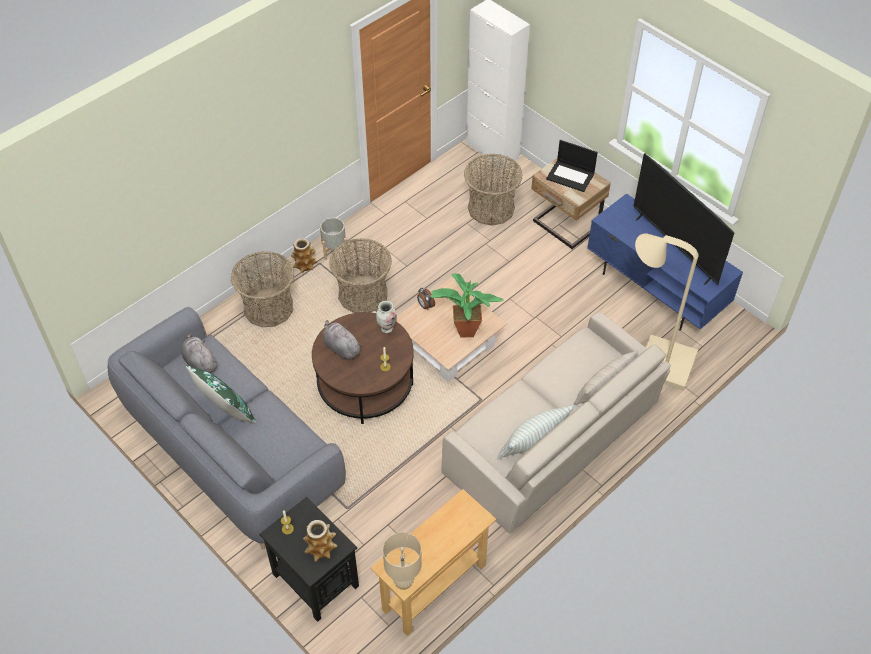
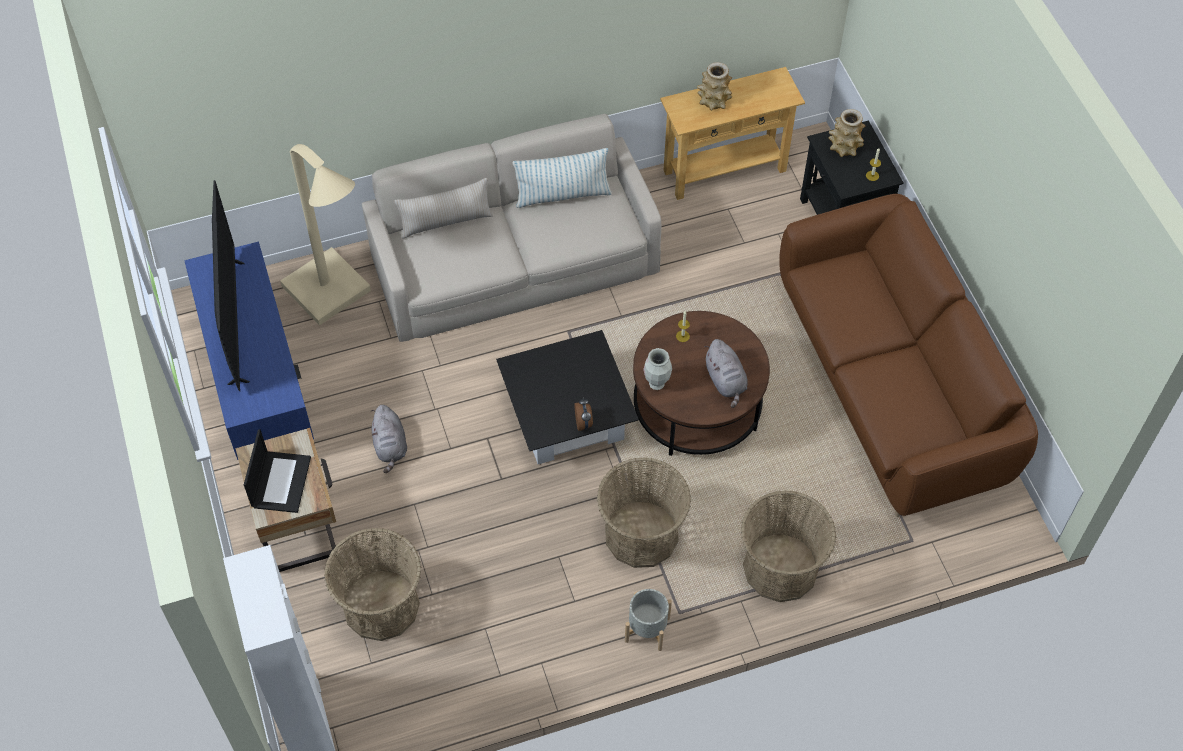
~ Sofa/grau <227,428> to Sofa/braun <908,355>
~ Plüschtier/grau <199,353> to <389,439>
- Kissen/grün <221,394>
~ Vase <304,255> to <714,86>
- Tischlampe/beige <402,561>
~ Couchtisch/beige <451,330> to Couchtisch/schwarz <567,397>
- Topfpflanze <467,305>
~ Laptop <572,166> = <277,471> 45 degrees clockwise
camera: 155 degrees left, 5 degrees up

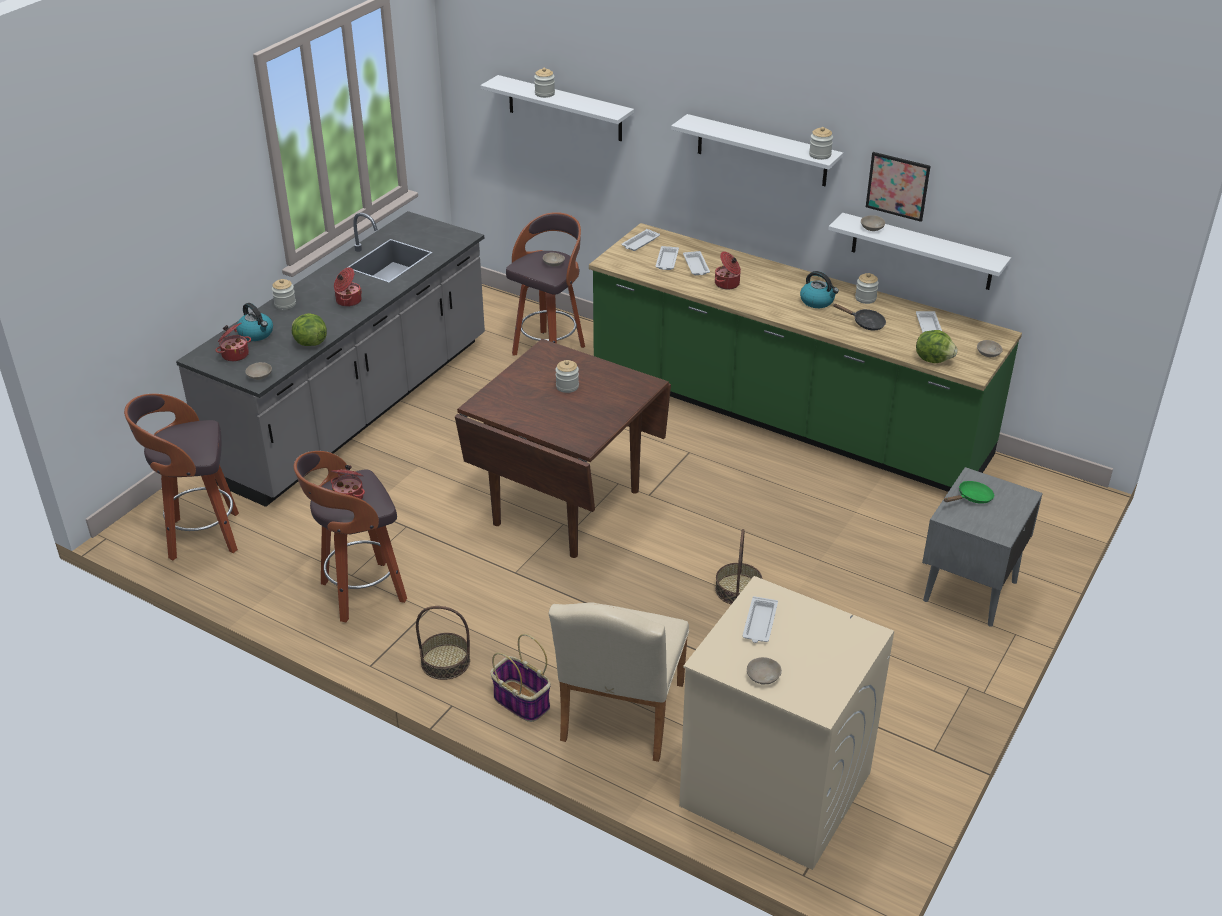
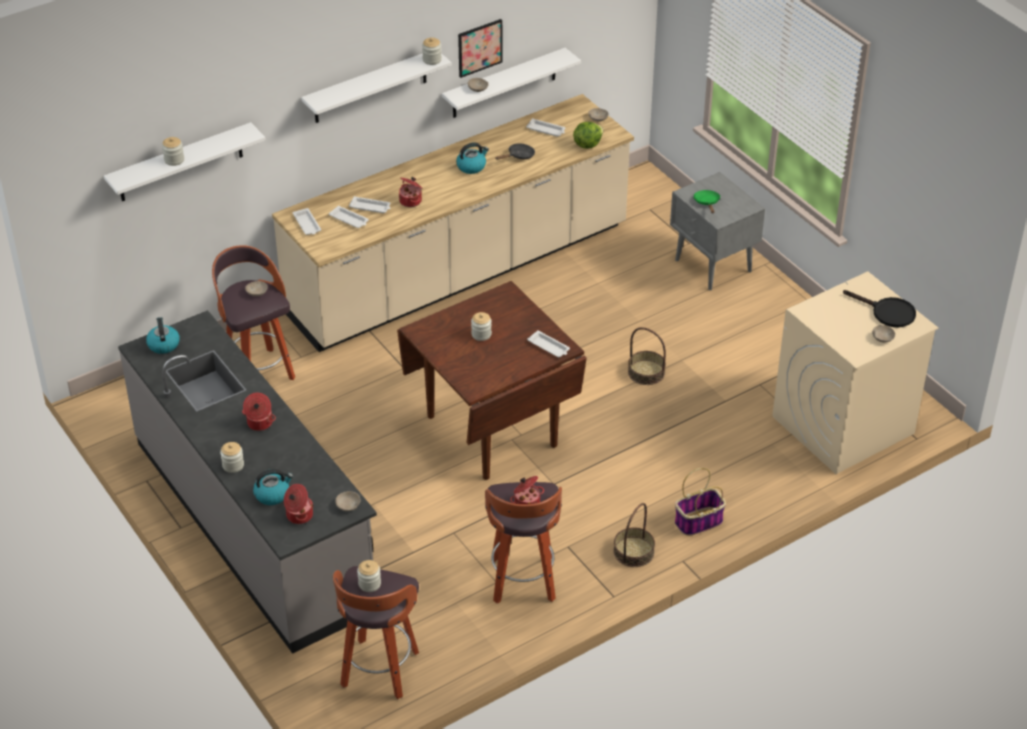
- Salatkopf <309,329>
- Stuhl/beige <619,682>
~ Küchenzeile/grün <805,357> to Küchenzeile/beige <453,223>
~ Tablett/weiß <760,619> to <548,343>
~ Vorratsglas <867,288> to <369,576>
+ Wasserkessel <163,335>
+ Pfanne/schwarz <879,309>
camera: 65 degrees left, 5 degrees up

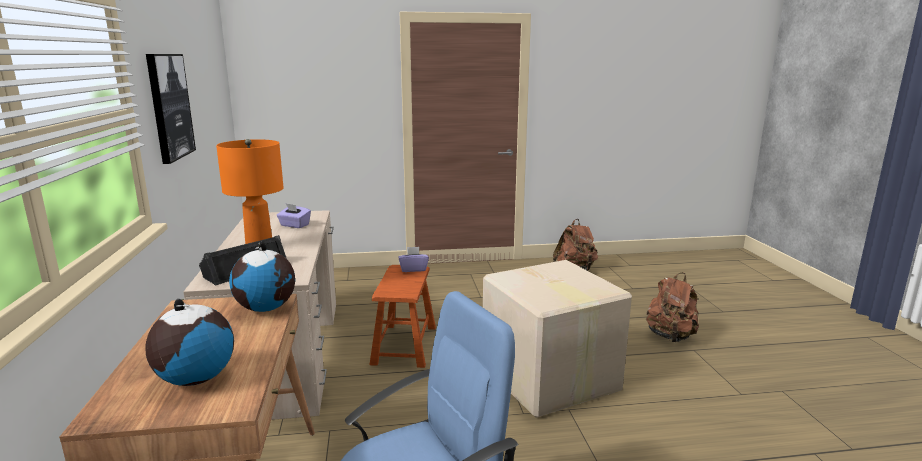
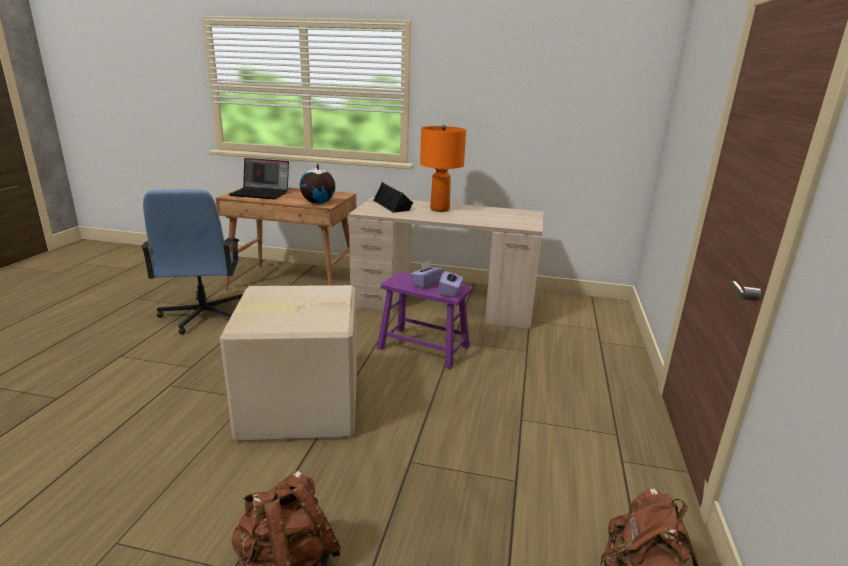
- Bild <171,109>
~ Globus <190,342> to Laptop <259,178>
~ Taschentuchbox/lila <294,215> to <427,274>
~ Hocker/braun <402,316> to Hocker/lila <425,320>
camera: 110 degrees right, 5 degrees up

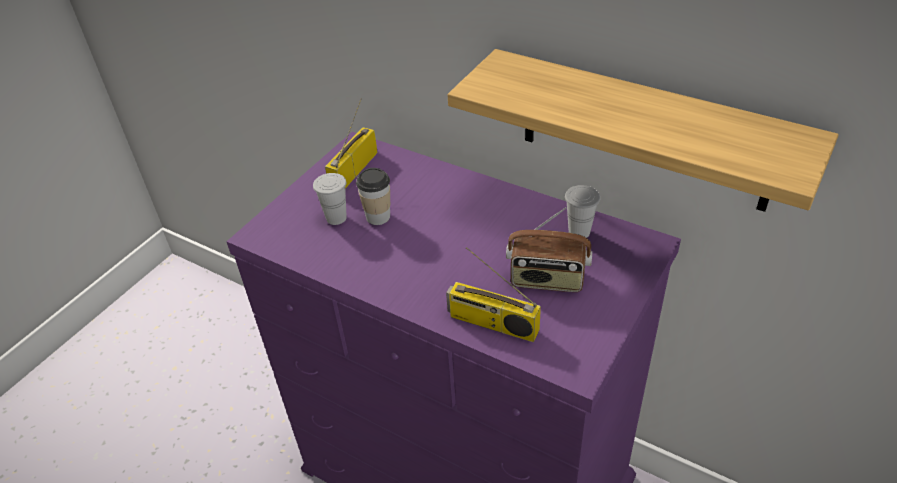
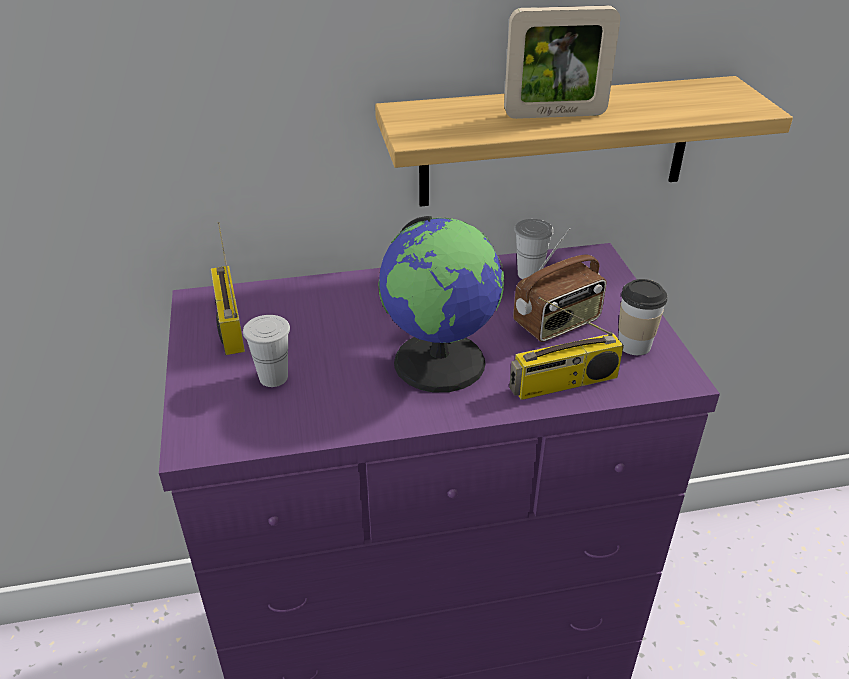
~ Tasse <373,196> to <642,317>
+ Globus <441,304>
+ Bilderrahmen <562,62>
camera: 45 degrees left, 5 degrees down

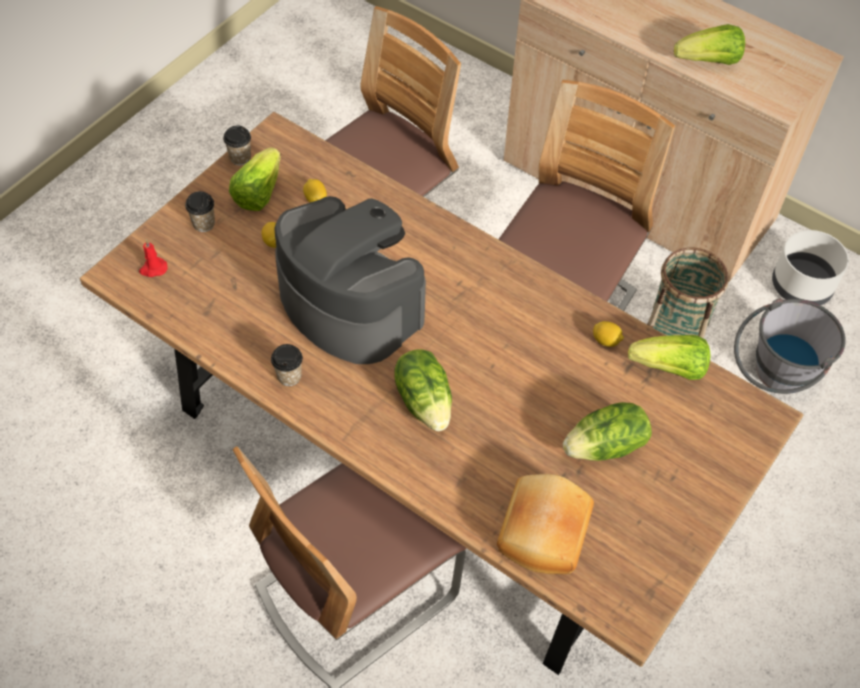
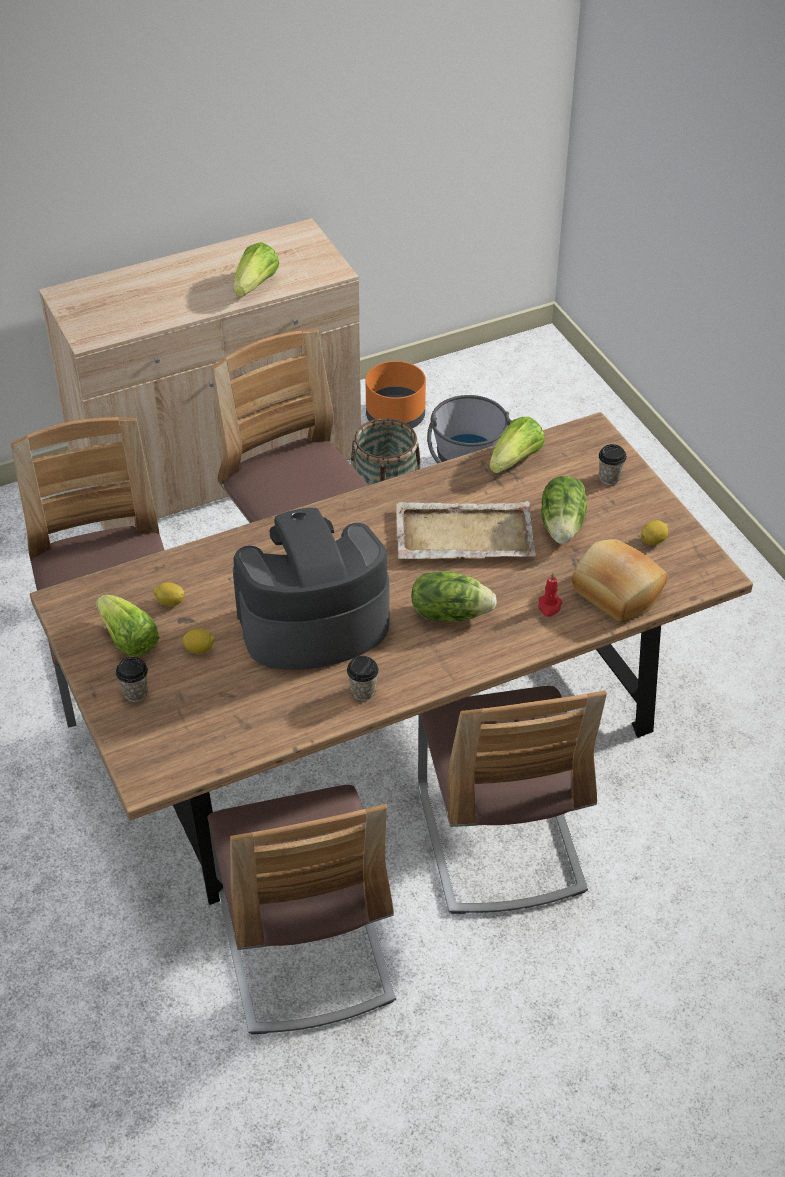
~ Kerze/rot <153,258> to <550,595>
~ Tasse <237,145> to <613,464>
~ Zitrone <608,334> to <654,532>
~ Pflanzkübel/weiß <810,267> to Pflanzkübel/orange <396,394>
+ Stuhl <301,909>
+ Tablett/beige <466,530>
camera: 60 degrees left, 10 degrees down

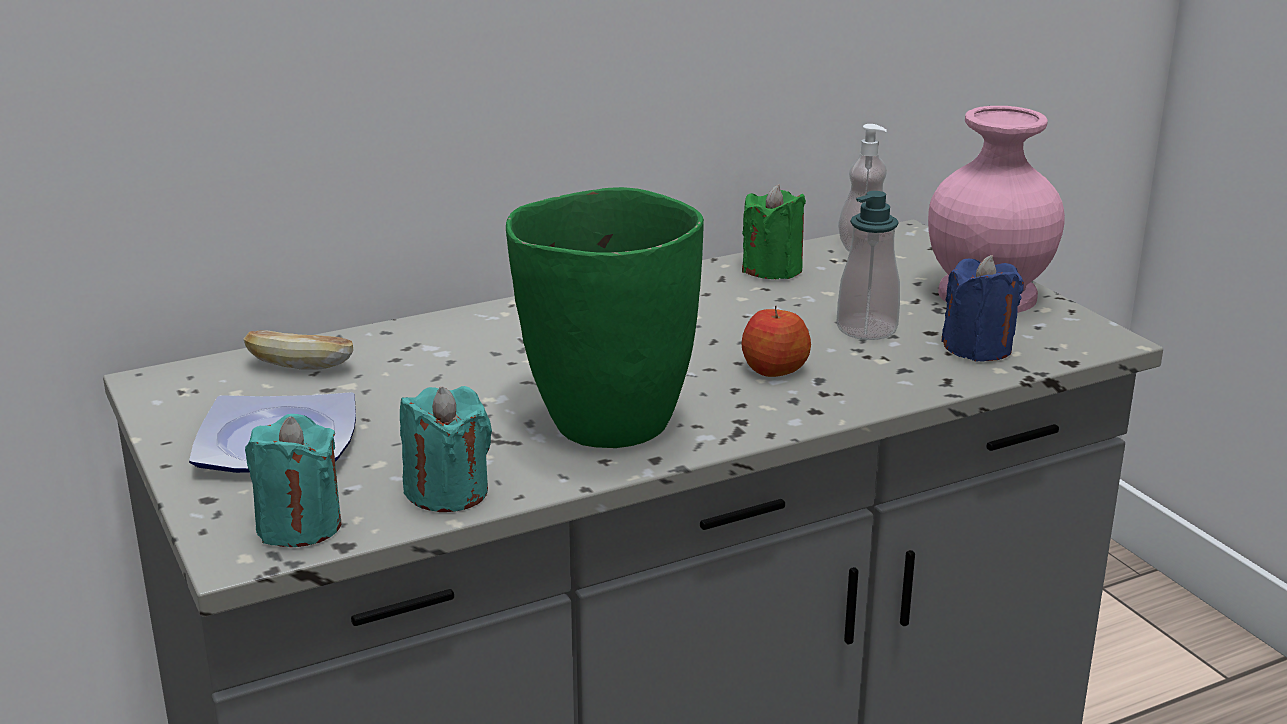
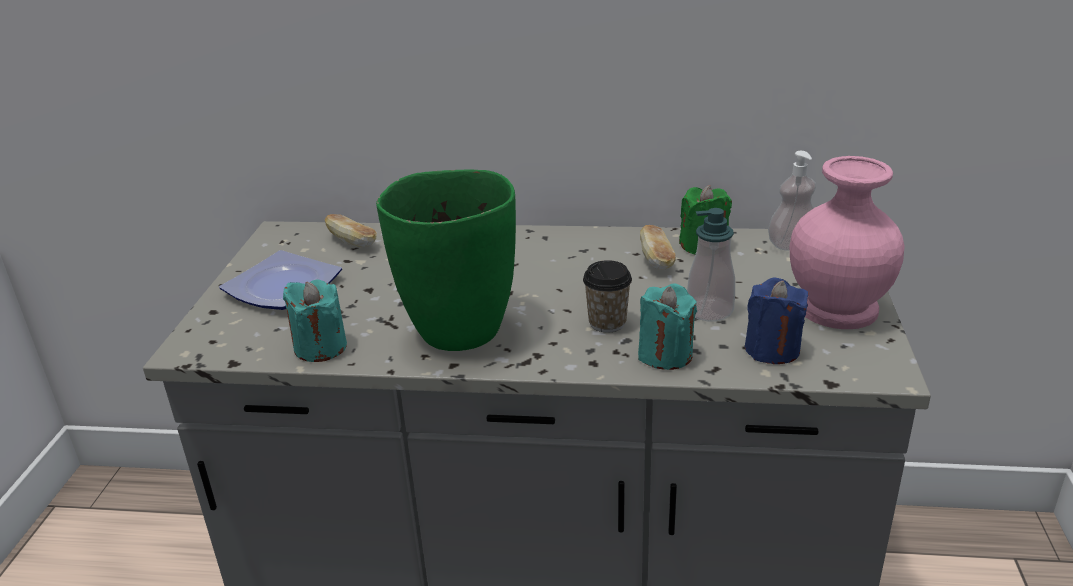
~ Kerze/türkis <293,480> to <667,327>
~ Apfel <776,341> to Tasse <607,296>
+ Brot <658,247>
camera: 35 degrees right, 5 degrees up

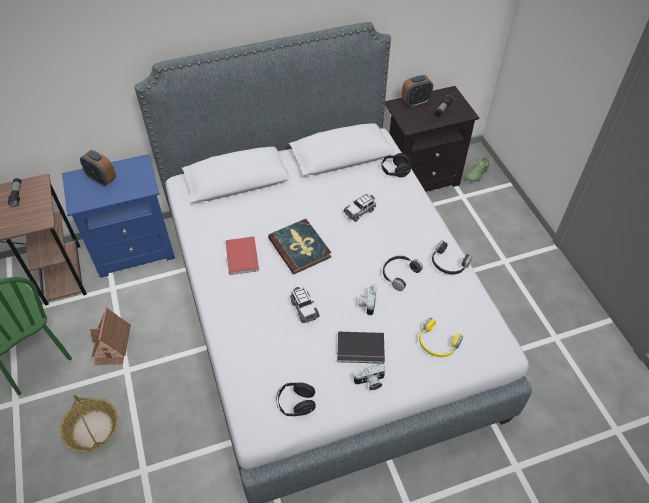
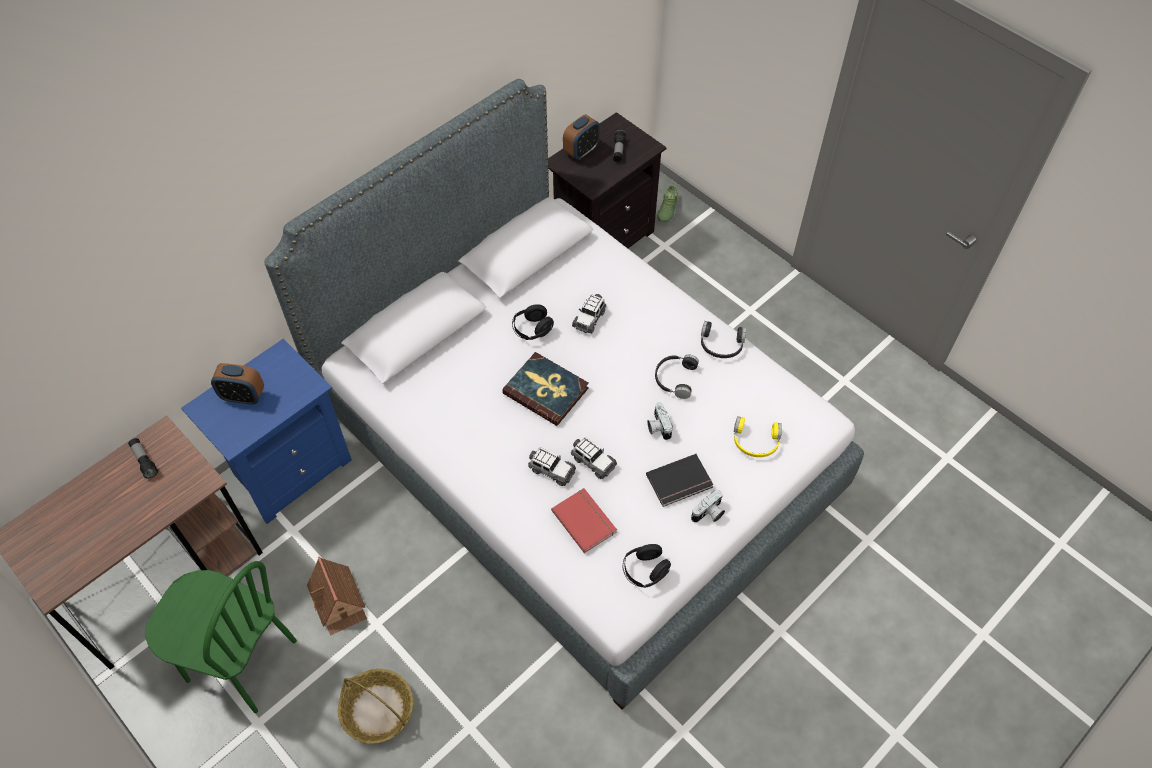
~ Buch/rot <242,255> to <584,520>
~ Kopfhörer/schwarz <396,165> to <533,322>
+ Spielzeugauto <552,466>
camera: 25 degrees left, 5 degrees up

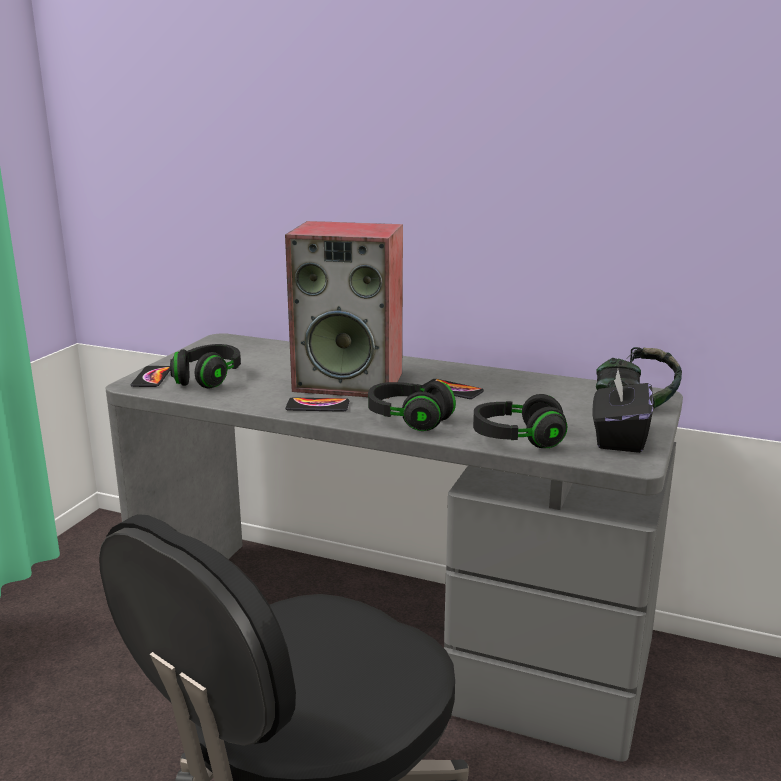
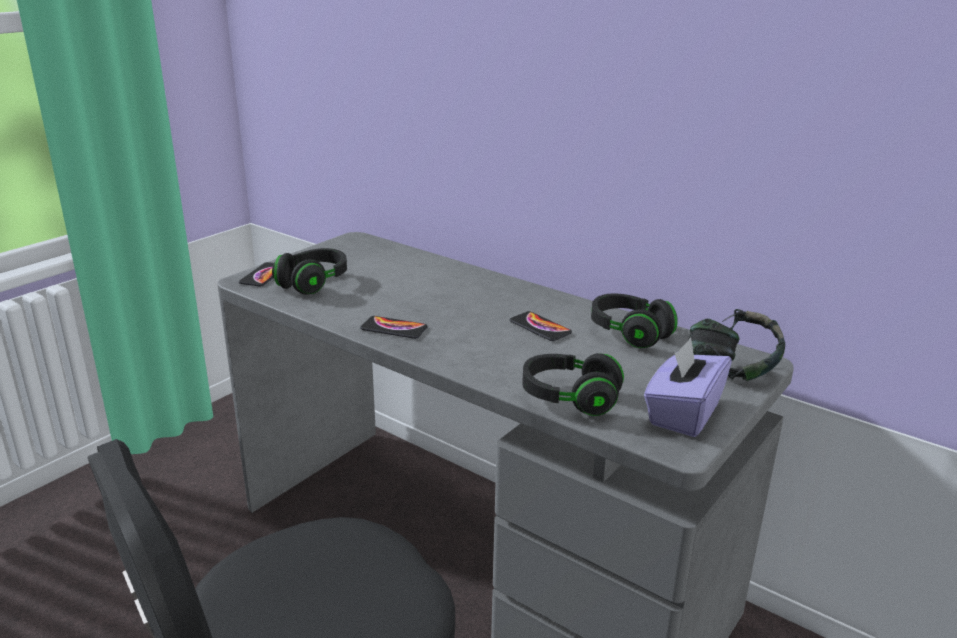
- Lautsprecher <344,310>
~ Kopfhörer/schwarz <412,406> to <634,320>
~ Taschentuchbox/schwarz <622,411> to Taschentuchbox/lila <688,387>
camera: 15 degrees right, 5 degrees up

